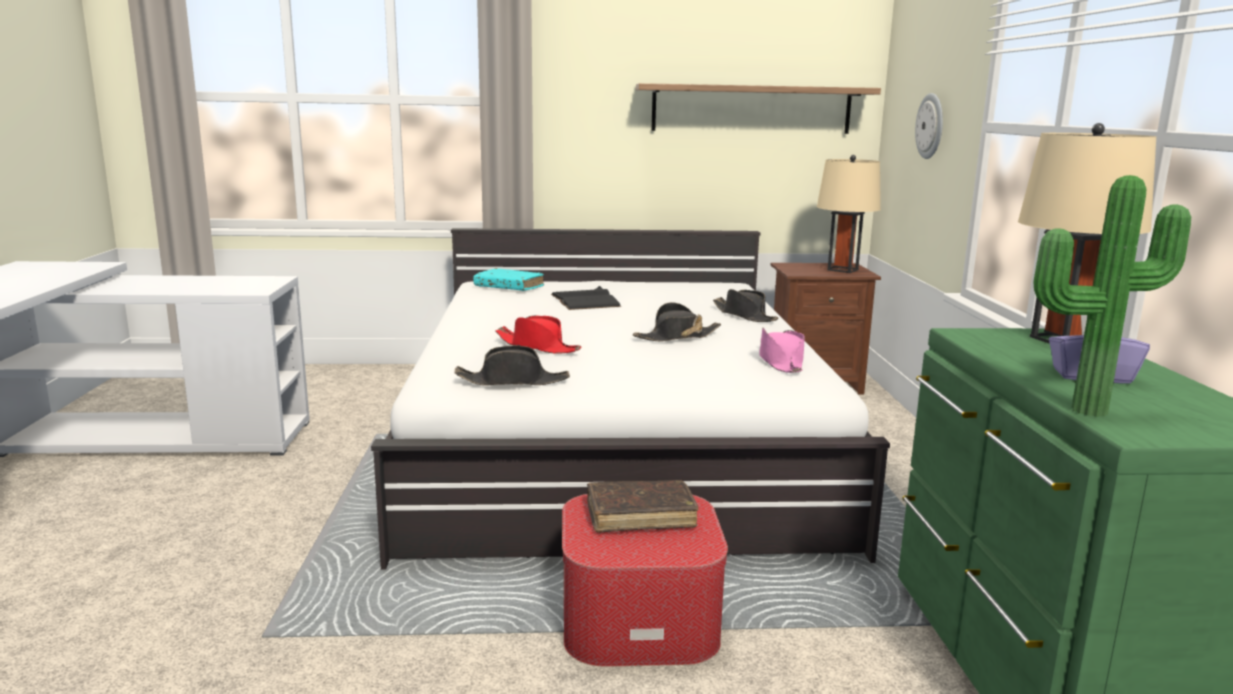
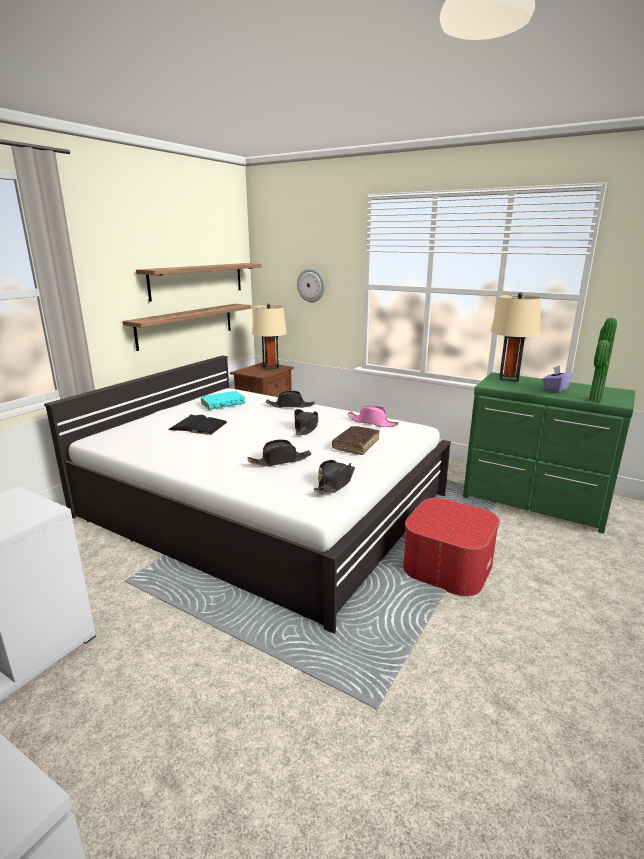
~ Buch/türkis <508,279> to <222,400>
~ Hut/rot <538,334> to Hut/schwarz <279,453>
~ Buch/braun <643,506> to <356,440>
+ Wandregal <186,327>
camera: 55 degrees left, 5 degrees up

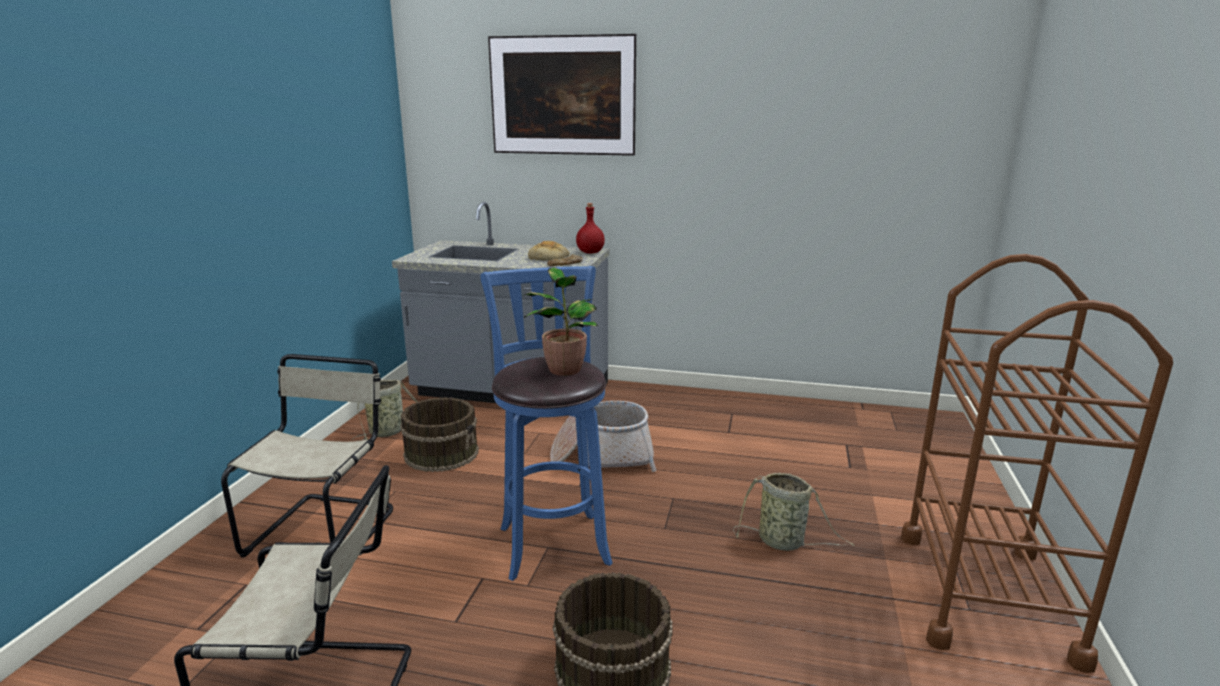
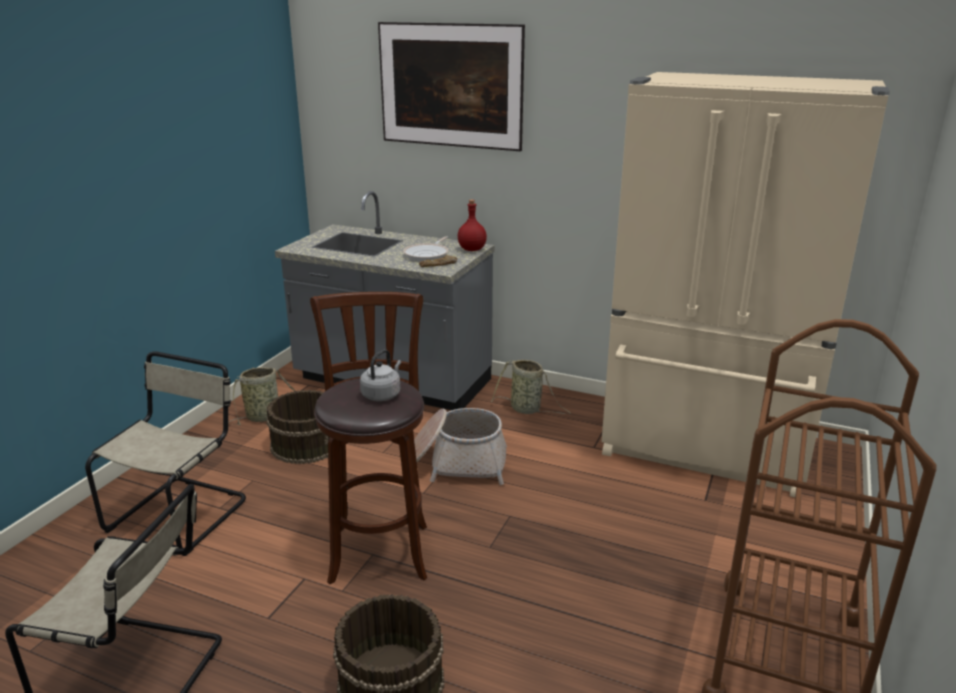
~ Hocker/blau <546,423> to Hocker/braun <368,438>
~ Topfpflanze <561,321> to Wasserkessel/grau <380,375>
~ Brot <549,251> to Pfanne <425,248>
~ Korb <794,512> to <531,387>
+ Kühlschrank/beige <745,284>
camera: 10 degrees right, 5 degrees up

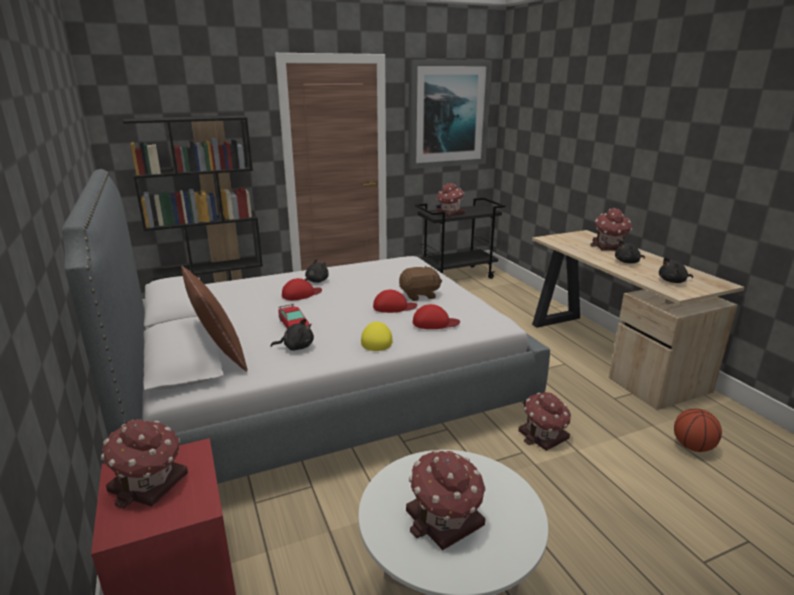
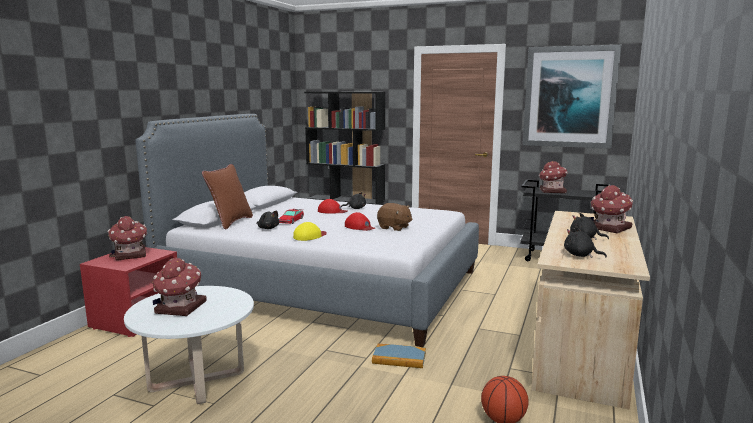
- Kappe/rot <436,316>
~ Spielzeughaus <545,421> to Buch <399,356>
camera: 45 degrees right, 10 degrees down

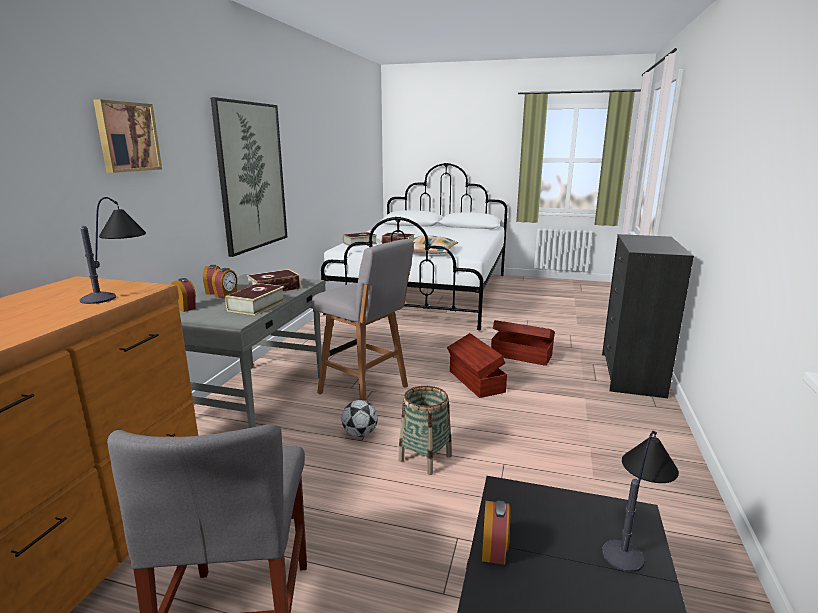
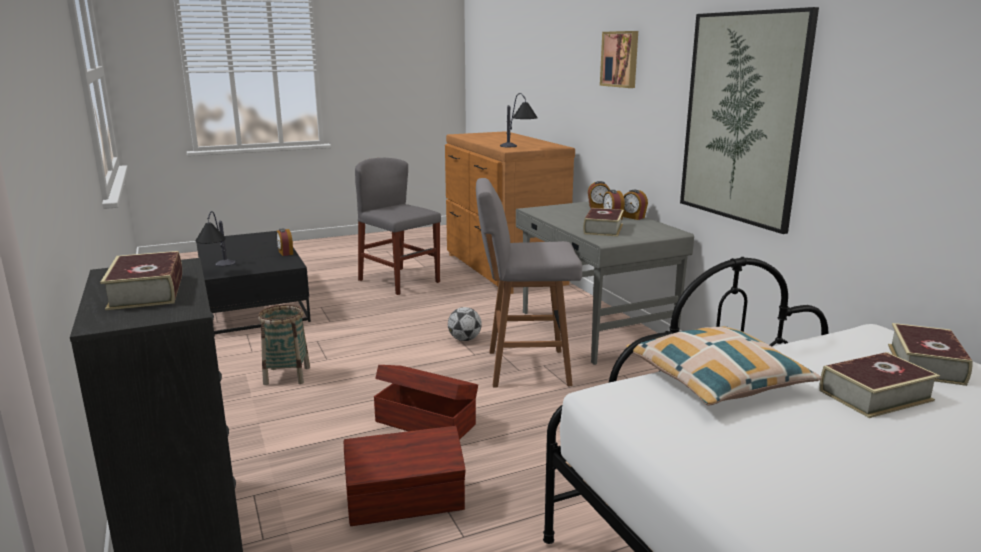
~ Buch <255,299> to <141,280>
~ Korb <425,430> to <284,344>
camera: 140 degrees right, 0 degrees up

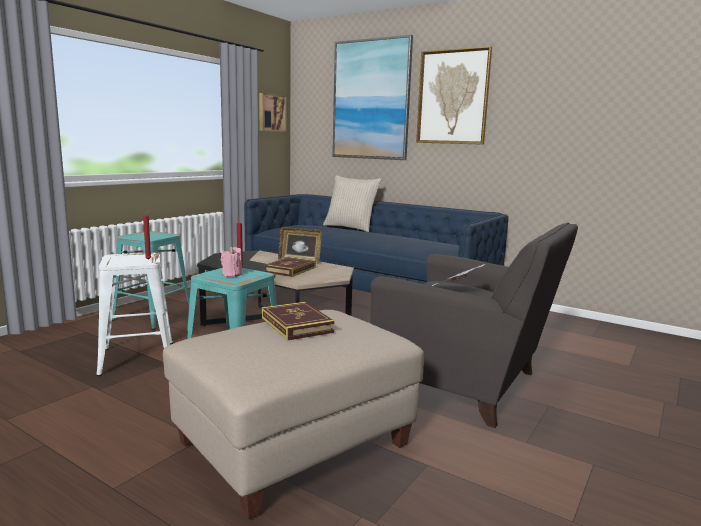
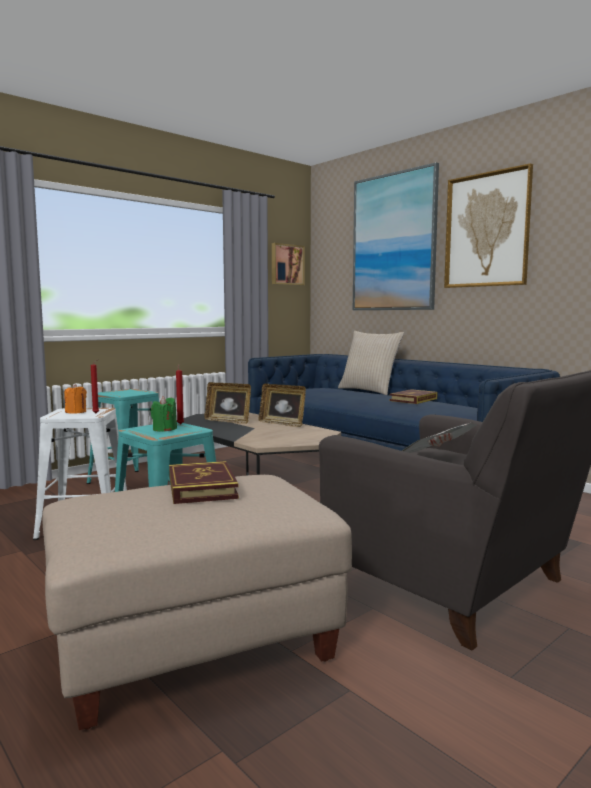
~ Kerze/rosa <231,261> to Kerze/grün <164,414>
~ Buch <290,267> to <414,396>
+ Kerze/orange <75,399>
+ Bilderrahmen <227,403>
camera: 15 degrees right, 5 degrees down

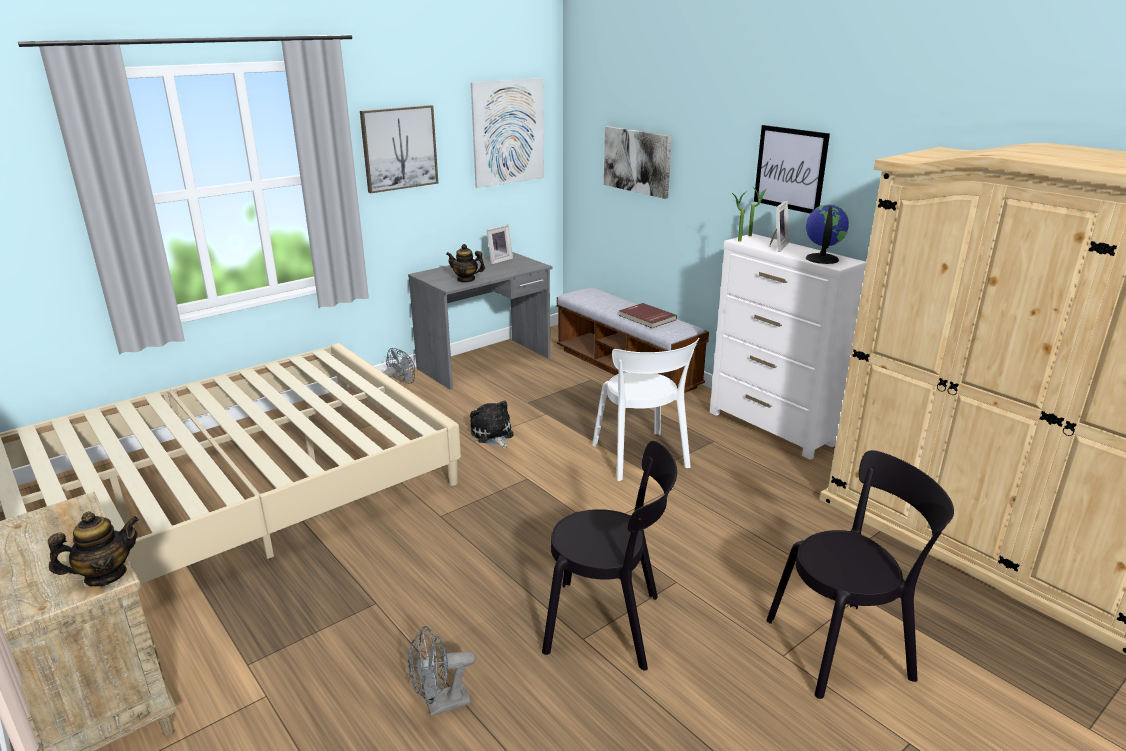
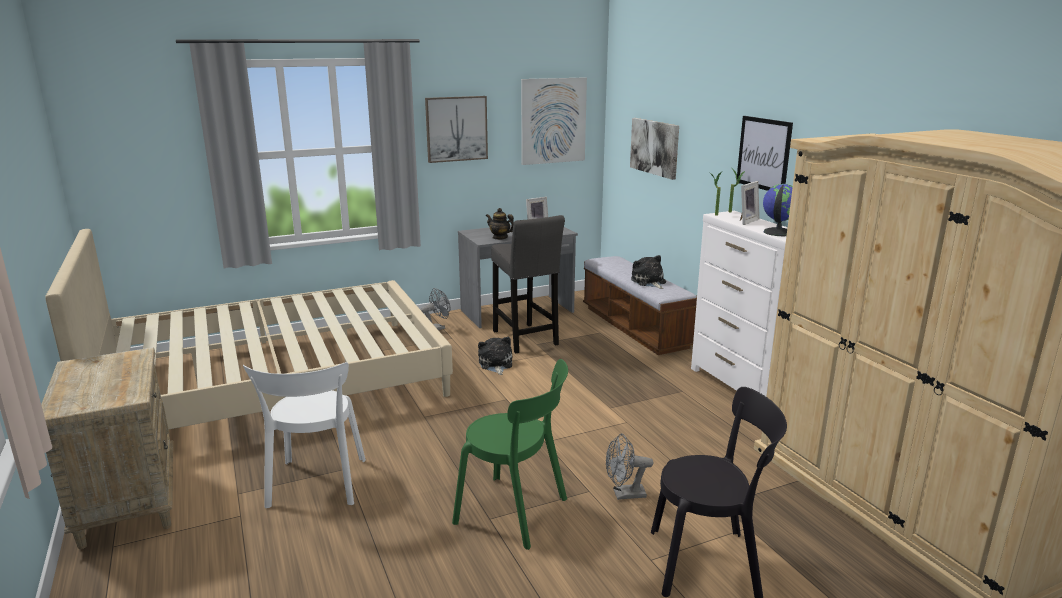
- Teekanne <93,549>
~ Ventilator/grau <442,671> to <629,466>
~ Stuhl/schwarz <609,555> to Stuhl/grün <510,454>
~ Stuhl/weiß <645,409> to <304,435>
~ Buch/rot <648,315> to Plüschtier <648,272>
+ Hocker/grau <528,284>
camera: 15 degrees right, 5 degrees down

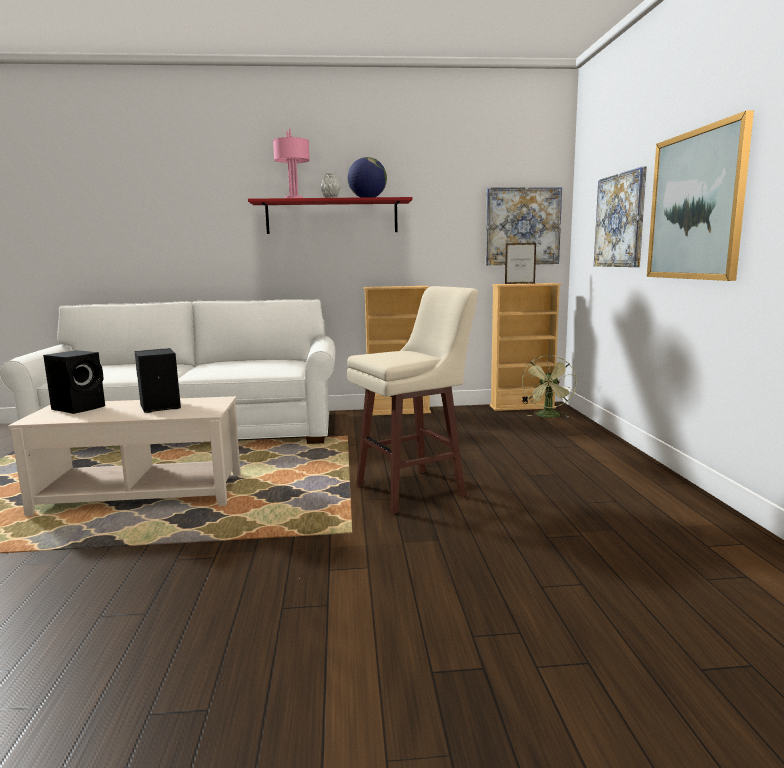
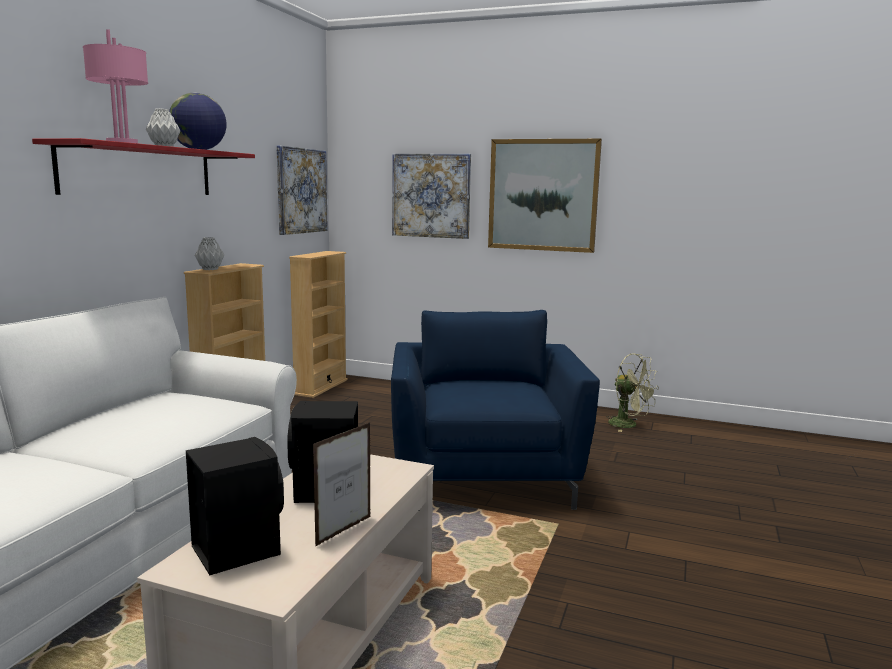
~ Hocker/beige <412,400> to Sessel/blau <495,410>
~ Bilderrahmen <520,263> to <342,484>
~ Ventilator/grün <549,386> to <633,392>
+ Vase/grau <209,253>
camera: 65 degrees left, 0 degrees up

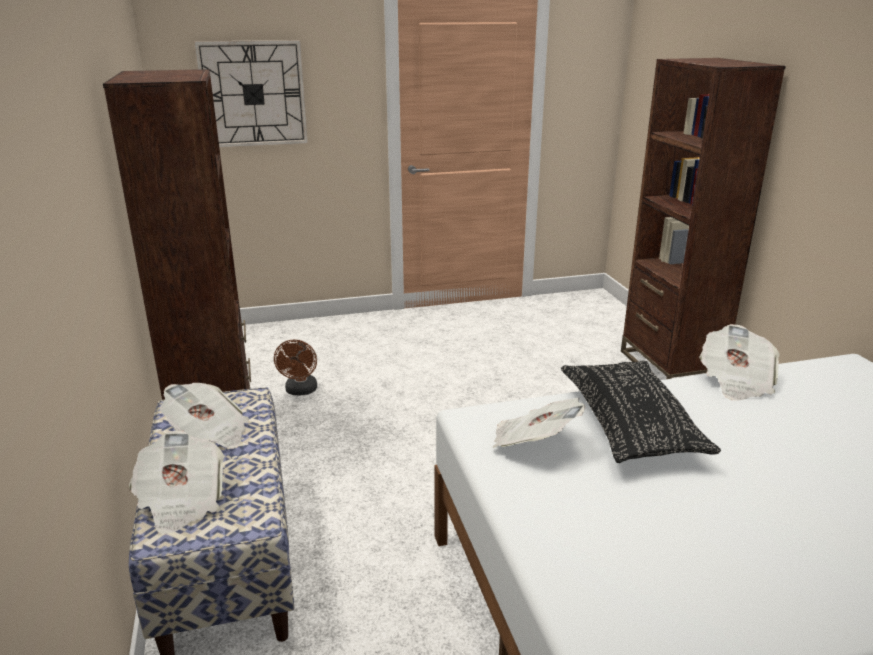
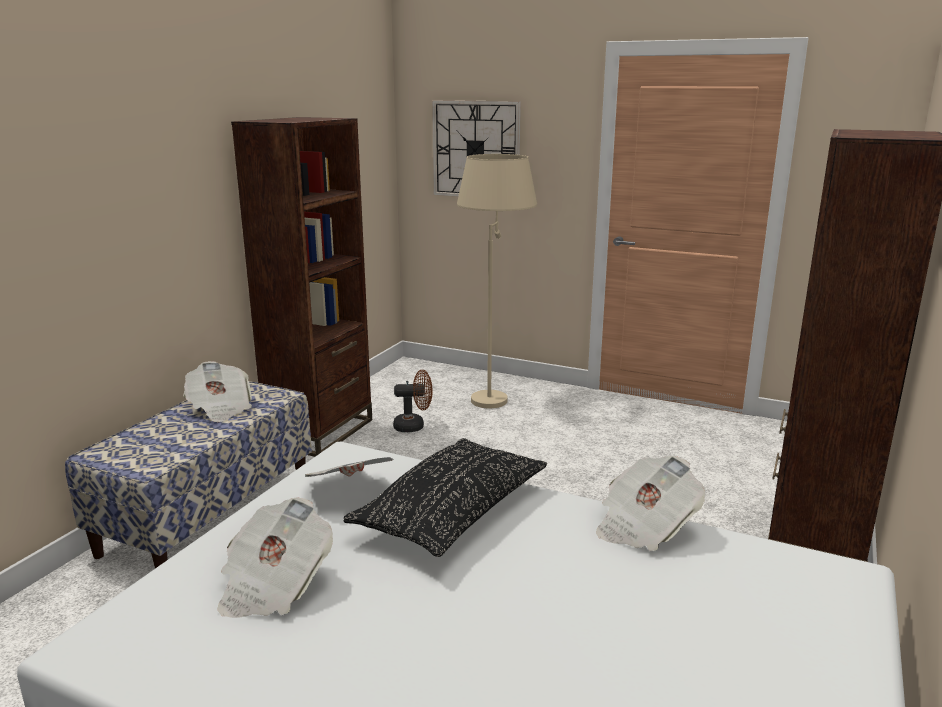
~ Zeitung <176,482> to <275,557>
~ Ventilator/braun <295,367> = <413,401> 135 degrees counterclockwise
+ Stehlampe/beige <497,281>
camera: 40 degrees right, 5 degrees down

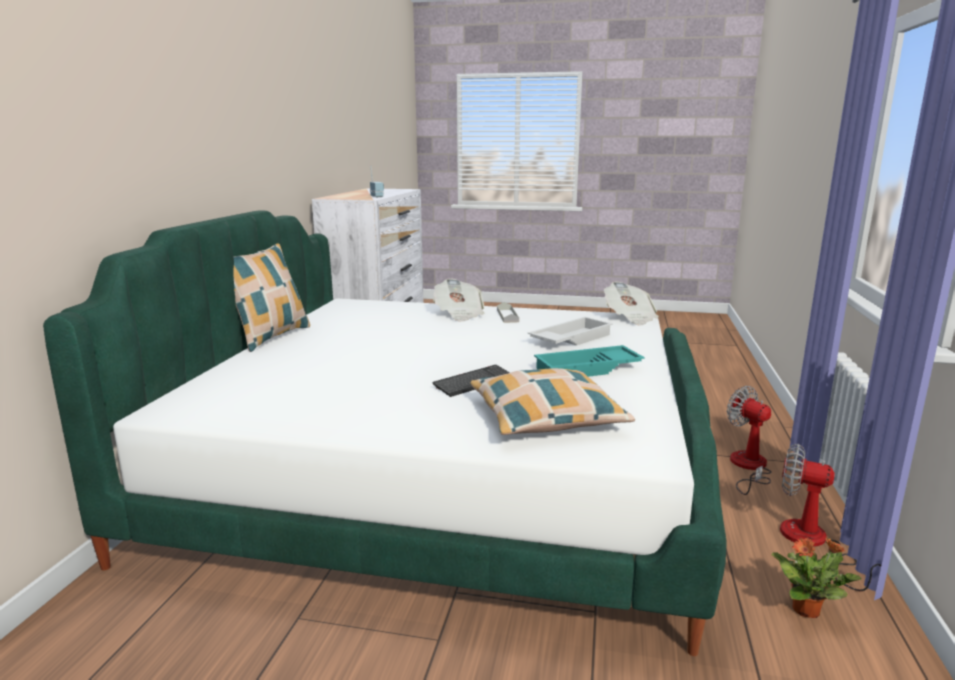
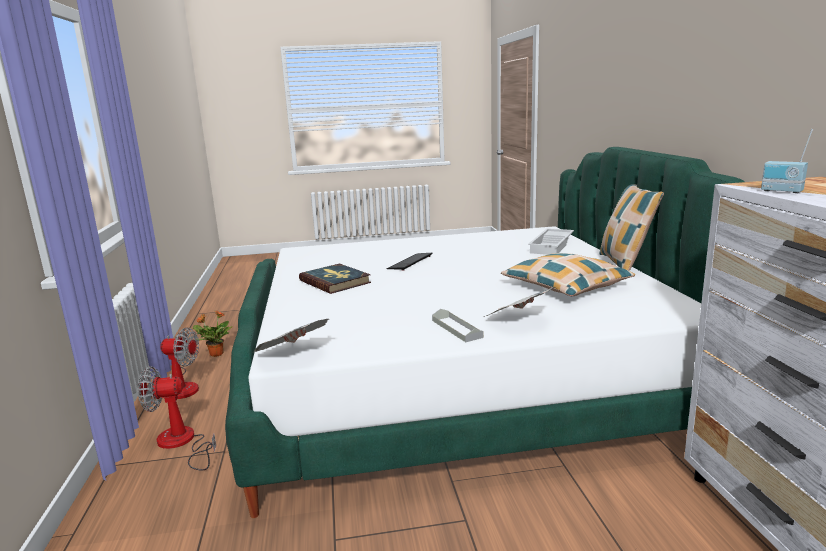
~ Kissen <553,401> to <568,274>
~ Tablett/weiß <570,331> to <551,241>
~ Tablett/türkis <589,361> to Buch <335,278>
~ Ventilator <749,440> = <177,418> 135 degrees clockwise
camera: 160 degrees right, 0 degrees up

